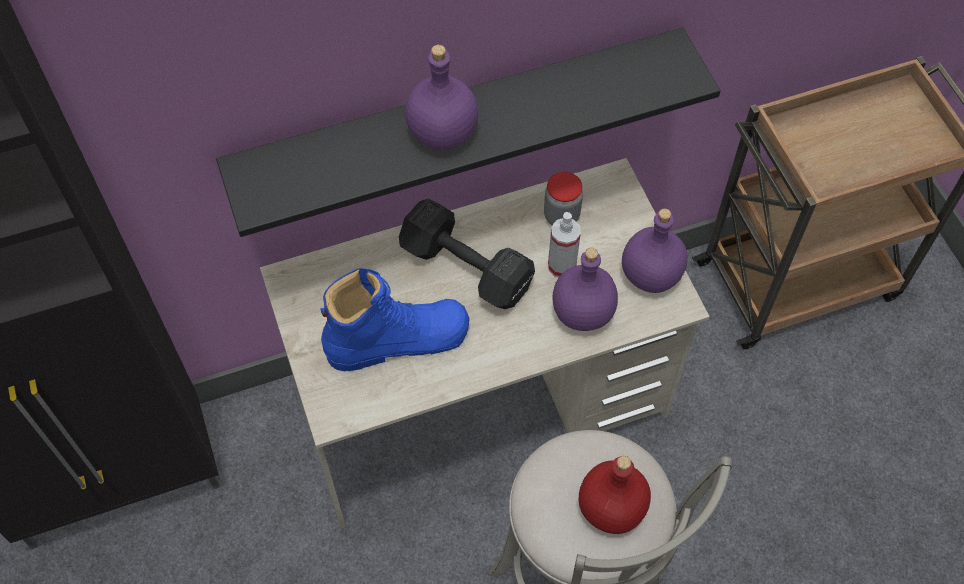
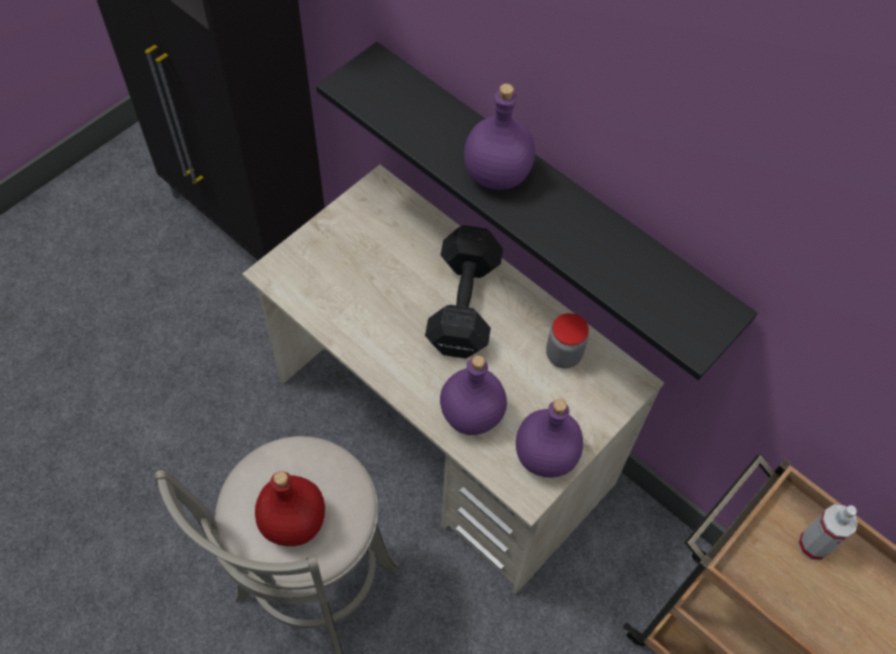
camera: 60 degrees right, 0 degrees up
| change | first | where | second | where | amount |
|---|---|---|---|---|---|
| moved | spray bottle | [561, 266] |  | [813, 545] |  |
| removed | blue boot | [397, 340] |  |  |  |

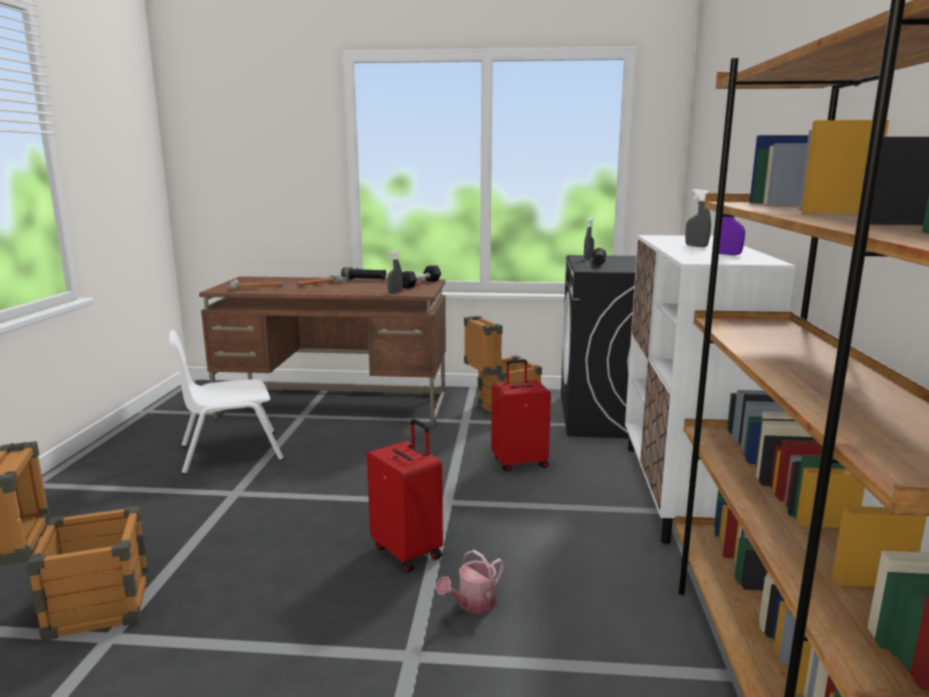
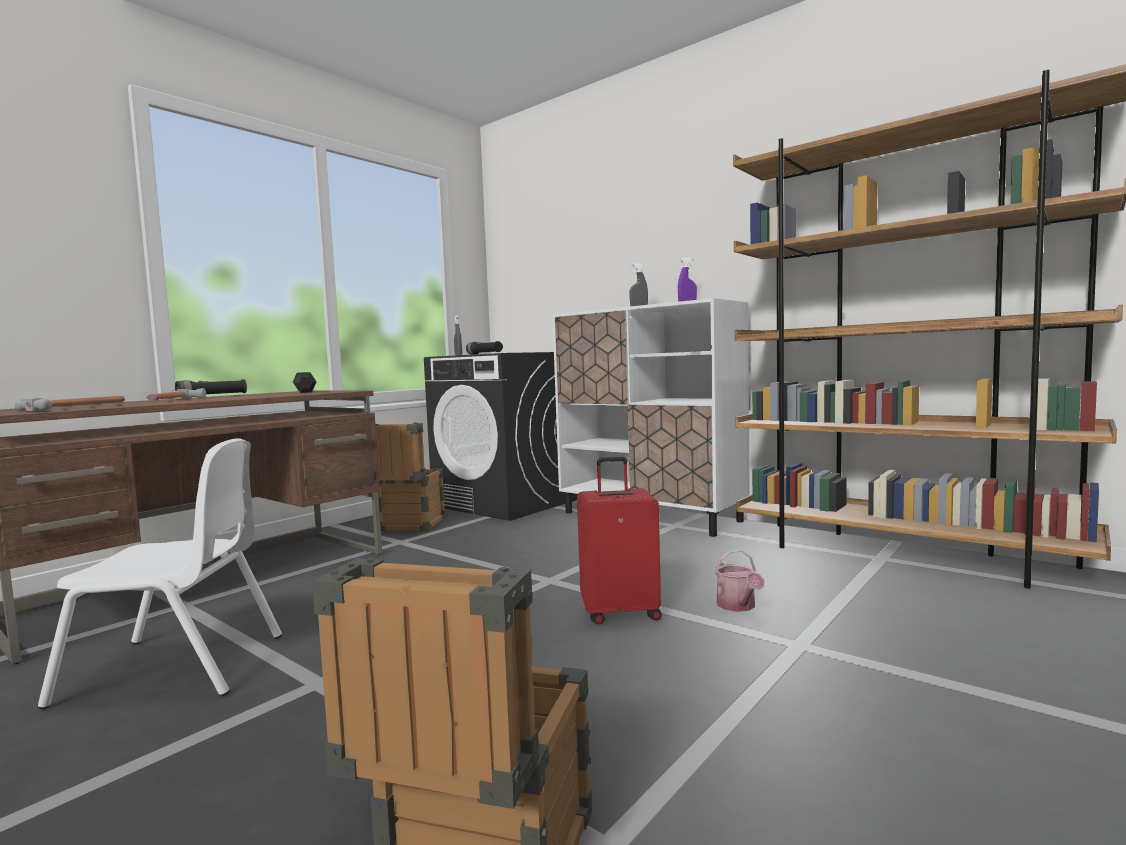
camera: 55 degrees left, 10 degrees down
| change | first | where | second | where | amount |
|---|---|---|---|---|---|
| turned | white chair | [230, 452] |  | [175, 668] | 105 degrees counterclockwise |
| removed | grey spray bottle | [395, 292] |  |  |  |
| removed | red suitcase | [519, 463] |  |  |  |

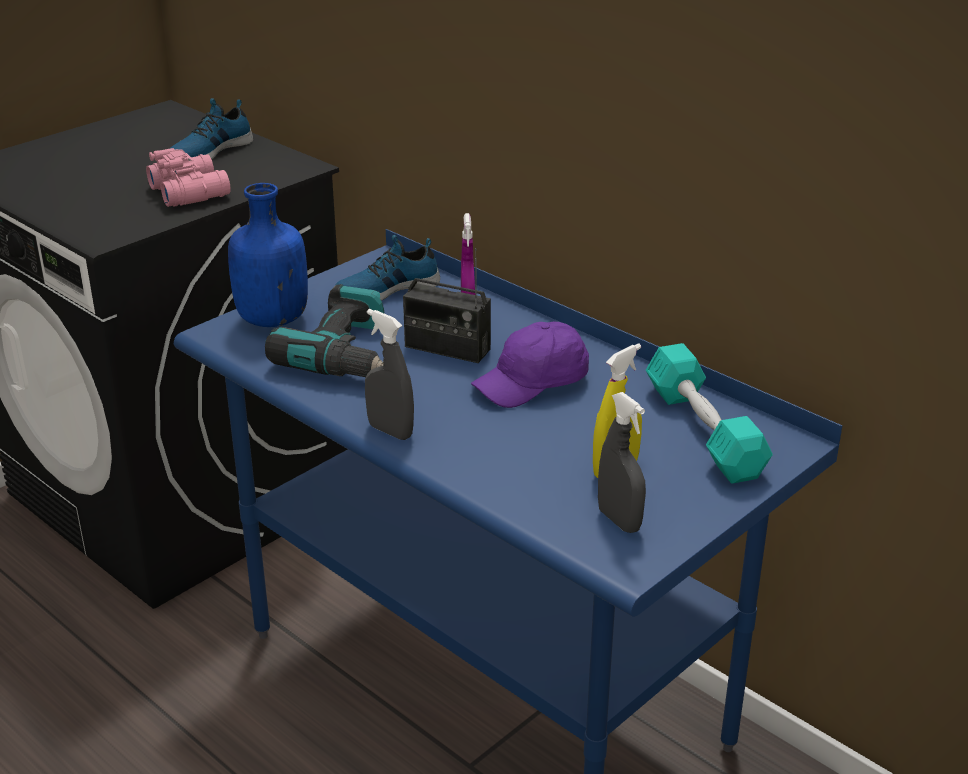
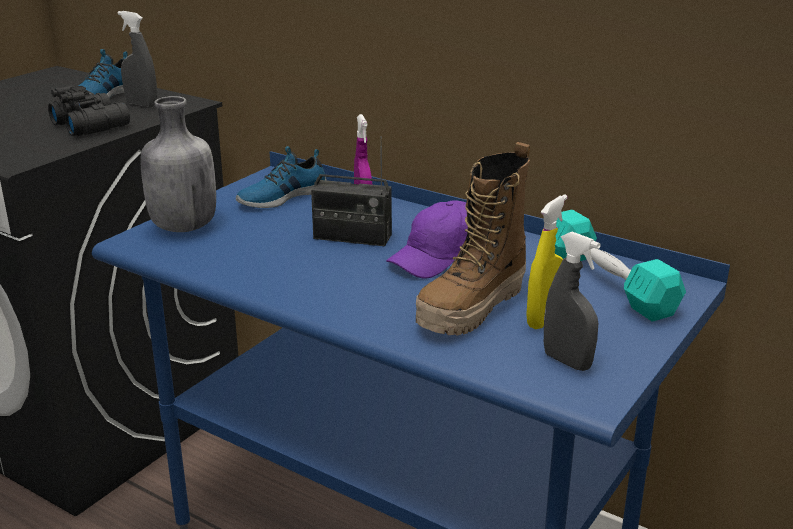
camera: 10 degrees left, 5 degrees down
| change | first | where | second | where | amount |
|---|---|---|---|---|---|
| recoloured | pink binoculars | [191, 191] | black binoculars | [91, 125] |  |
| moved | grey spray bottle | [390, 431] |  | [142, 104] |  |
| recoloured | blue bottle | [271, 319] | grey bottle | [182, 227] |  |
| added |  |  | boot | [472, 309] |  |
| removed | power drill | [345, 354] |  |  |  |

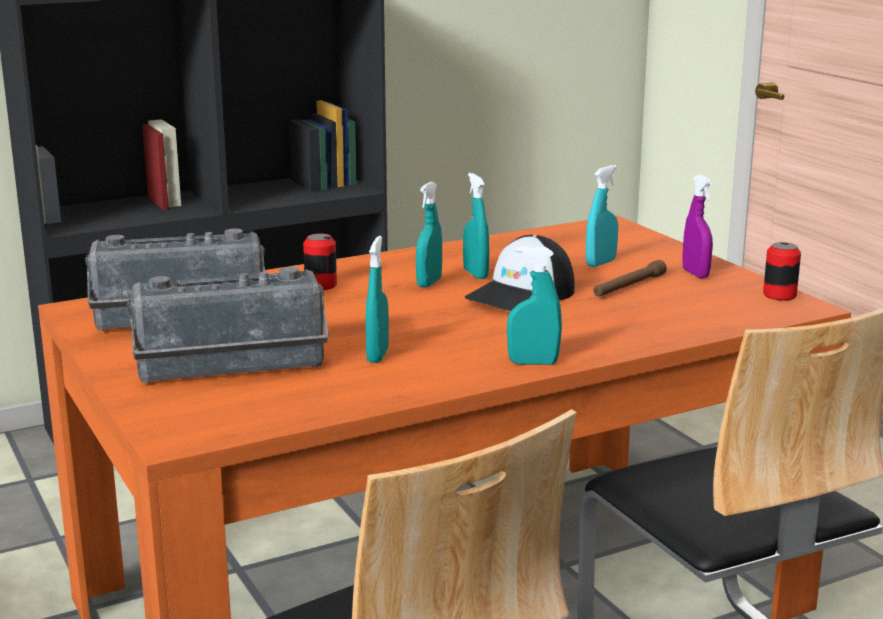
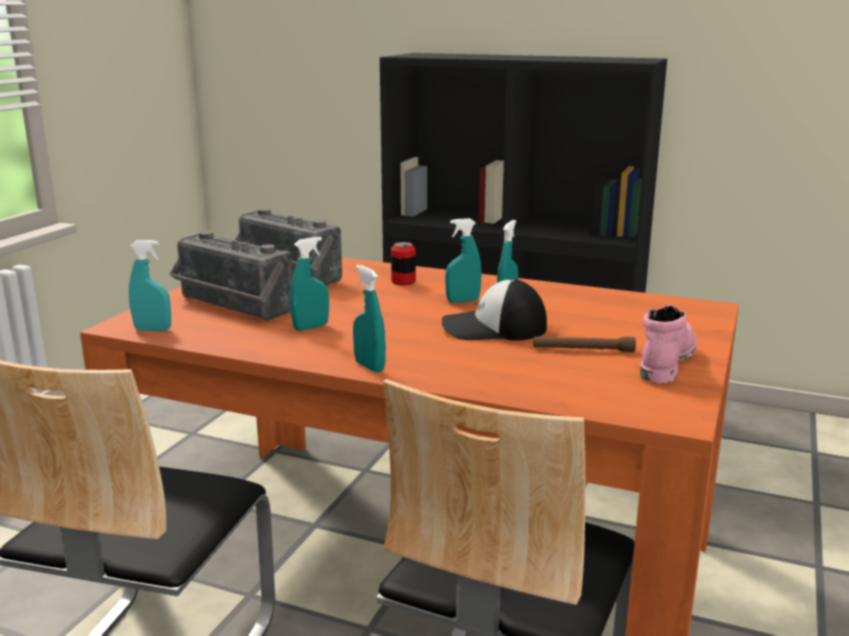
camera: 50 degrees right, 0 degrees up
| change | first | where | second | where | amount |
|---|---|---|---|---|---|
| moved | turquoise spray bottle | [600, 263] |  | [153, 329] |  |
| replaced | purple spray bottle | [695, 274] | pink boot | [665, 361] |  |
| removed | can | [779, 295] |  |  |  |

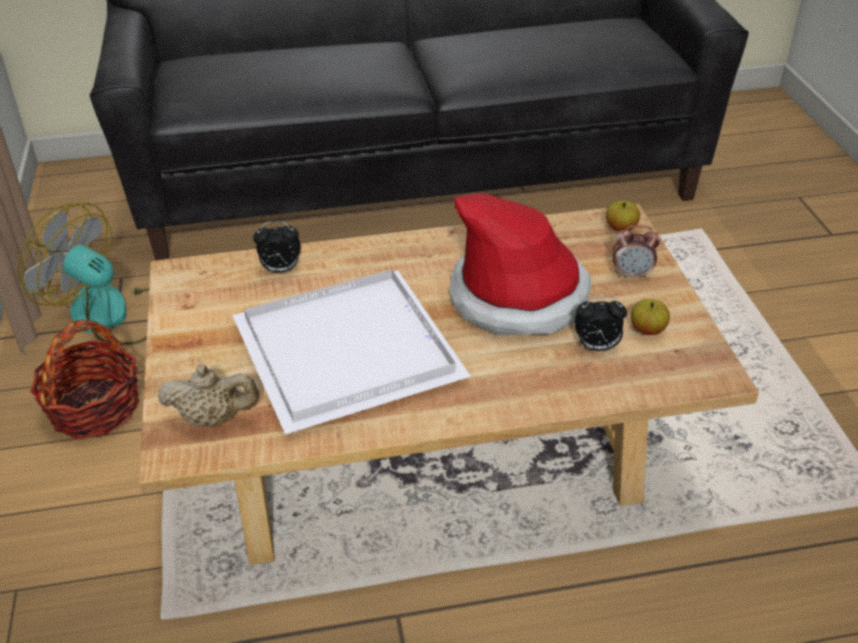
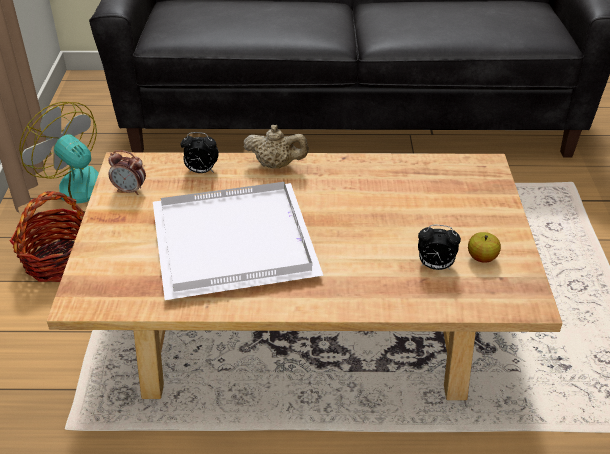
camera: 10 degrees right, 0 degrees up
| change | first | where | second | where | amount |
|---|---|---|---|---|---|
| moved | alarm clock | [632, 274] |  | [130, 190] |  |
| moved | beige teapot | [214, 419] |  | [276, 165] |  |
| removed | hat | [519, 296] |  |  |  |
| removed | apple | [621, 228] |  |  |  |

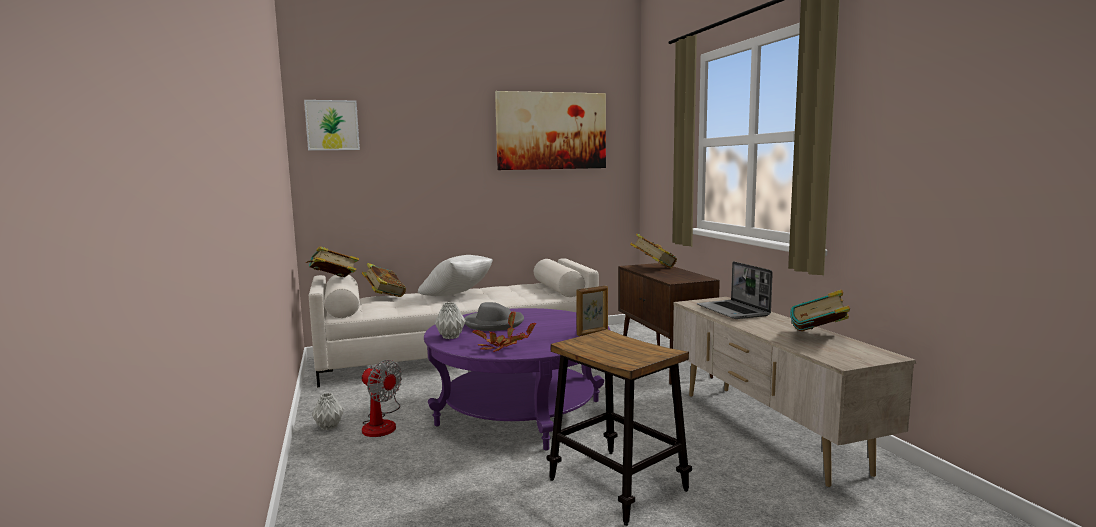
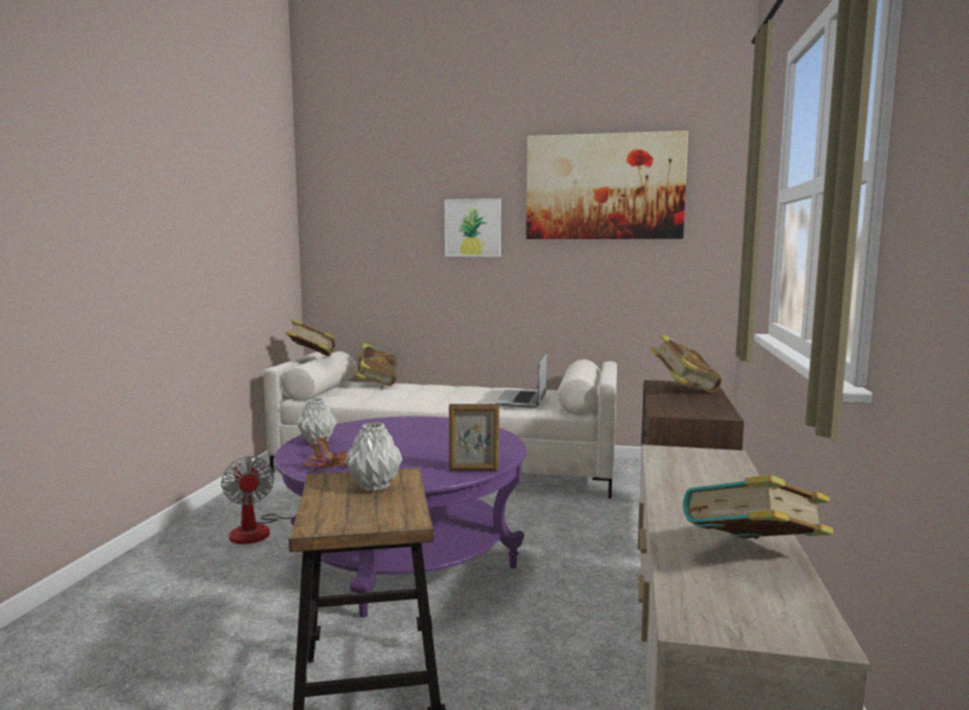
camera: 30 degrees right, 0 degrees up
| change | first | where | second | where | amount |
|---|---|---|---|---|---|
| moved | grey vase | [329, 427] |  | [376, 486] |  |
| moved | picture | [332, 125] |  | [473, 228] |  |
| moved | laptop | [733, 311] |  | [522, 400] |  |
| removed | white pillow | [457, 296] |  |  |  |
| removed | grey hat | [494, 323] |  |  |  |

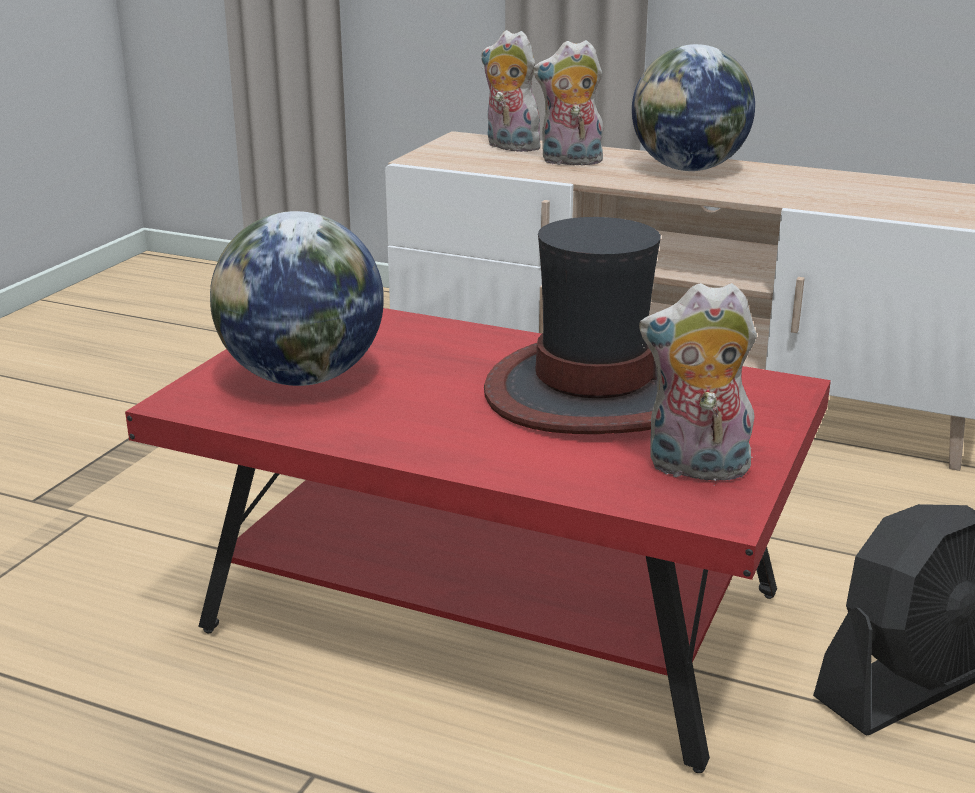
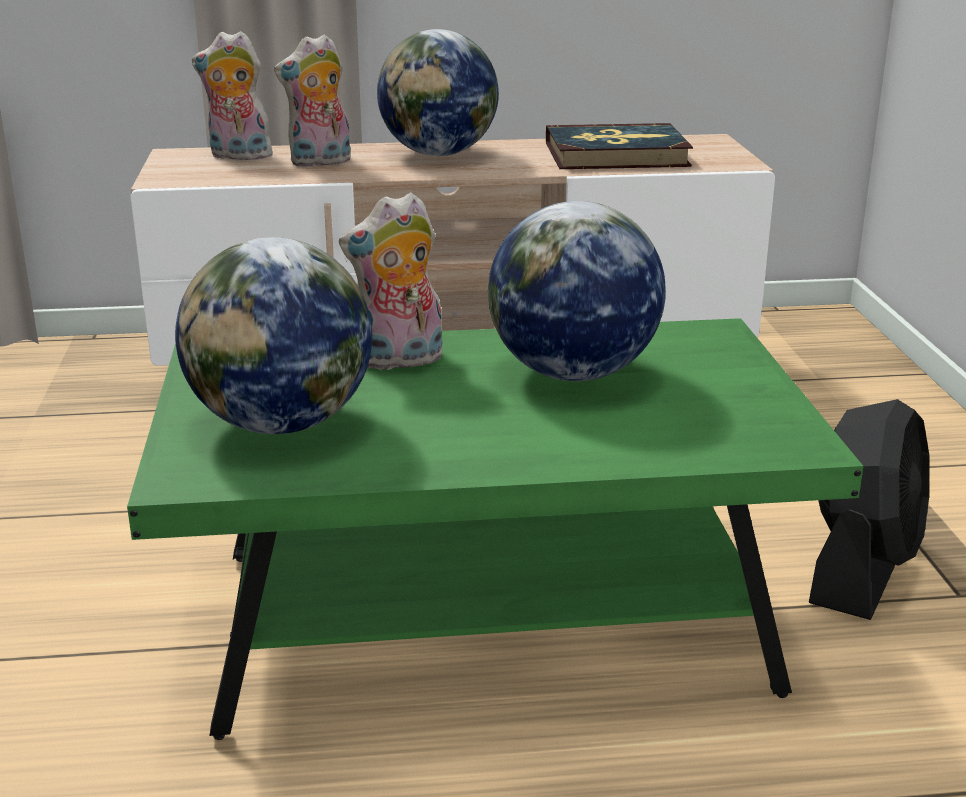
camera: 30 degrees left, 0 degrees up
| change | first | where | second | where | amount |
|---|---|---|---|---|---|
| recoloured | red coffee table | [491, 614] | green coffee table | [486, 623] |  |
| moved | plush toy | [695, 469] |  | [399, 361] |  |
| replaced | hat | [591, 393] | globe | [572, 373] |  |
| added |  |  | book | [616, 154] |  |

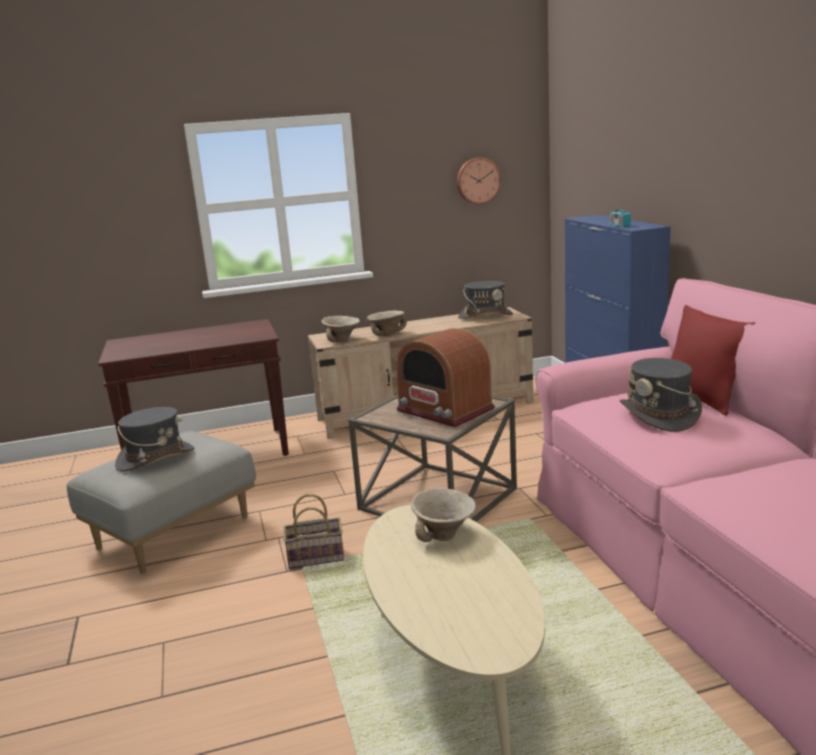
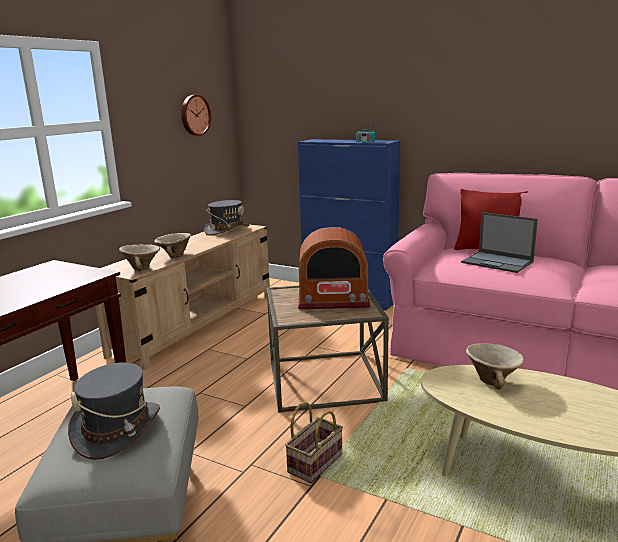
camera: 45 degrees left, 0 degrees up
| change | first | where | second | where | amount |
|---|---|---|---|---|---|
| replaced | grey hat | [659, 415] | laptop | [498, 262] |  |

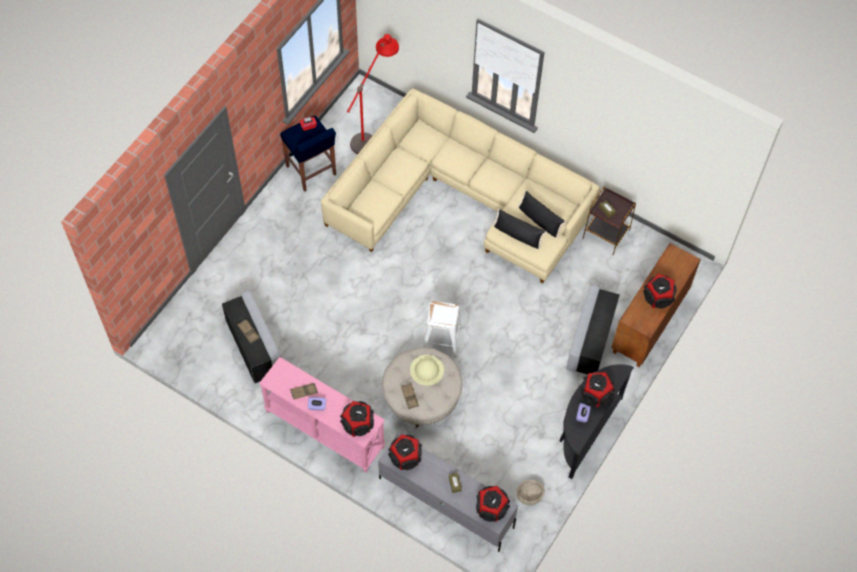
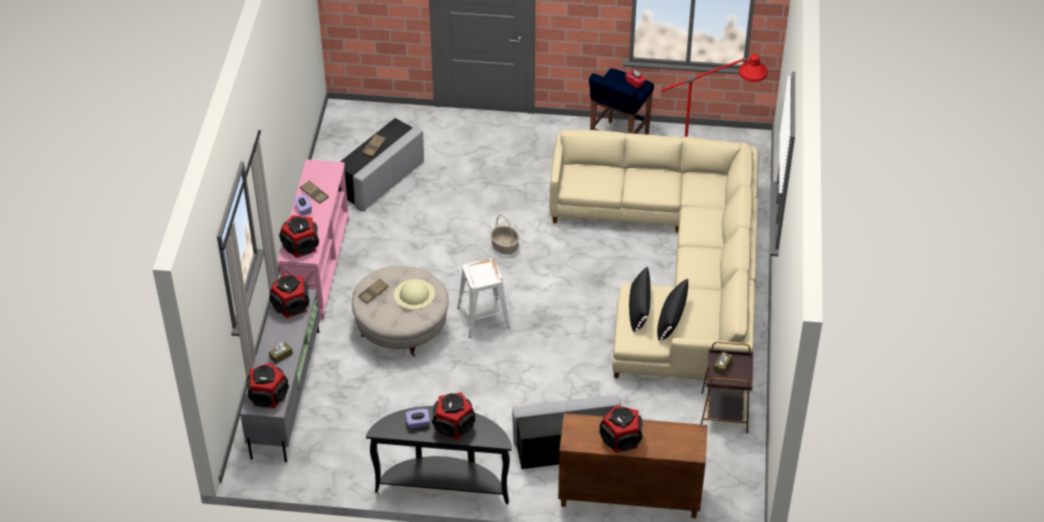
camera: 65 degrees right, 15 degrees down
| change | first | where | second | where | amount |
|---|---|---|---|---|---|
| moved | basket | [529, 496] |  | [504, 246] |  |

